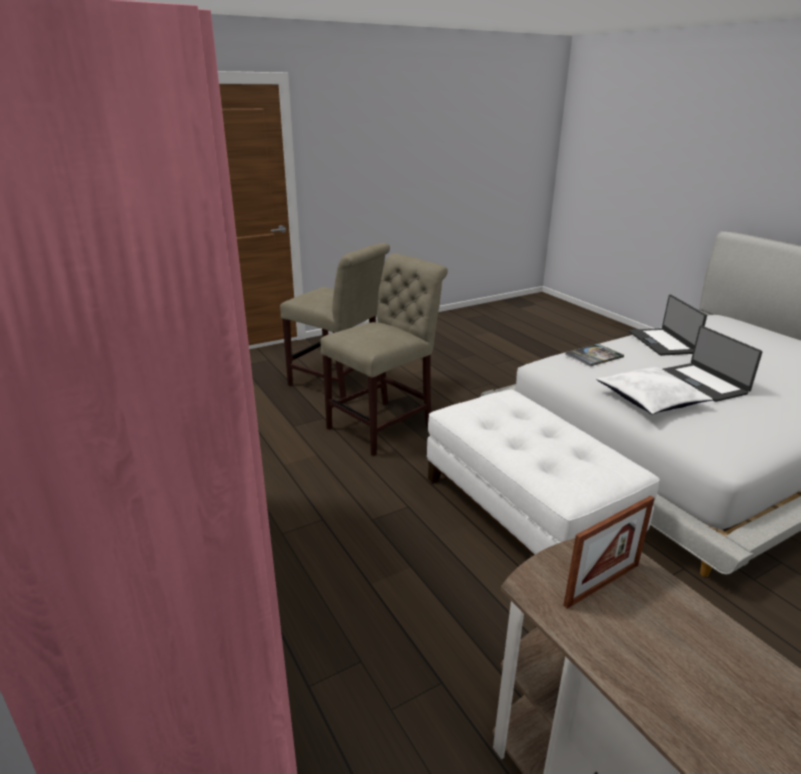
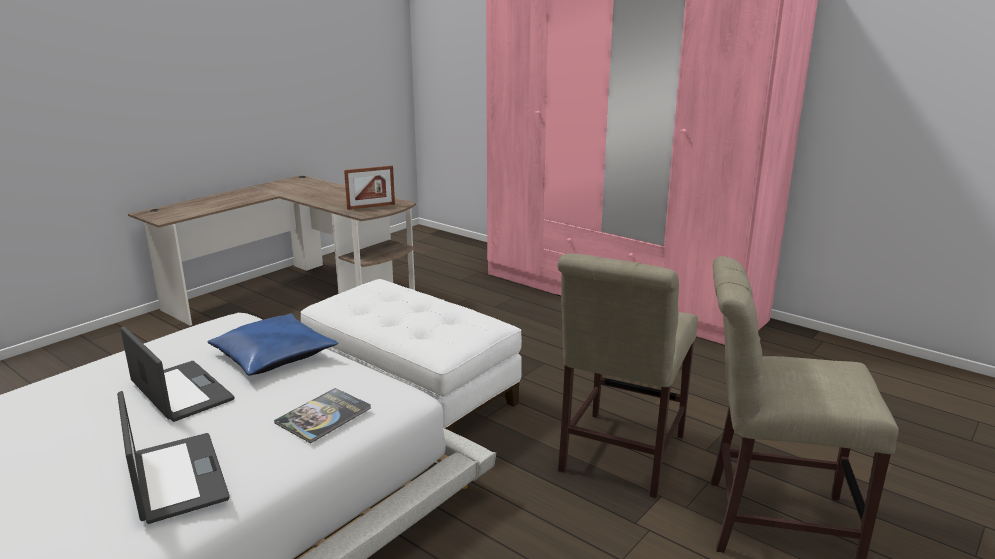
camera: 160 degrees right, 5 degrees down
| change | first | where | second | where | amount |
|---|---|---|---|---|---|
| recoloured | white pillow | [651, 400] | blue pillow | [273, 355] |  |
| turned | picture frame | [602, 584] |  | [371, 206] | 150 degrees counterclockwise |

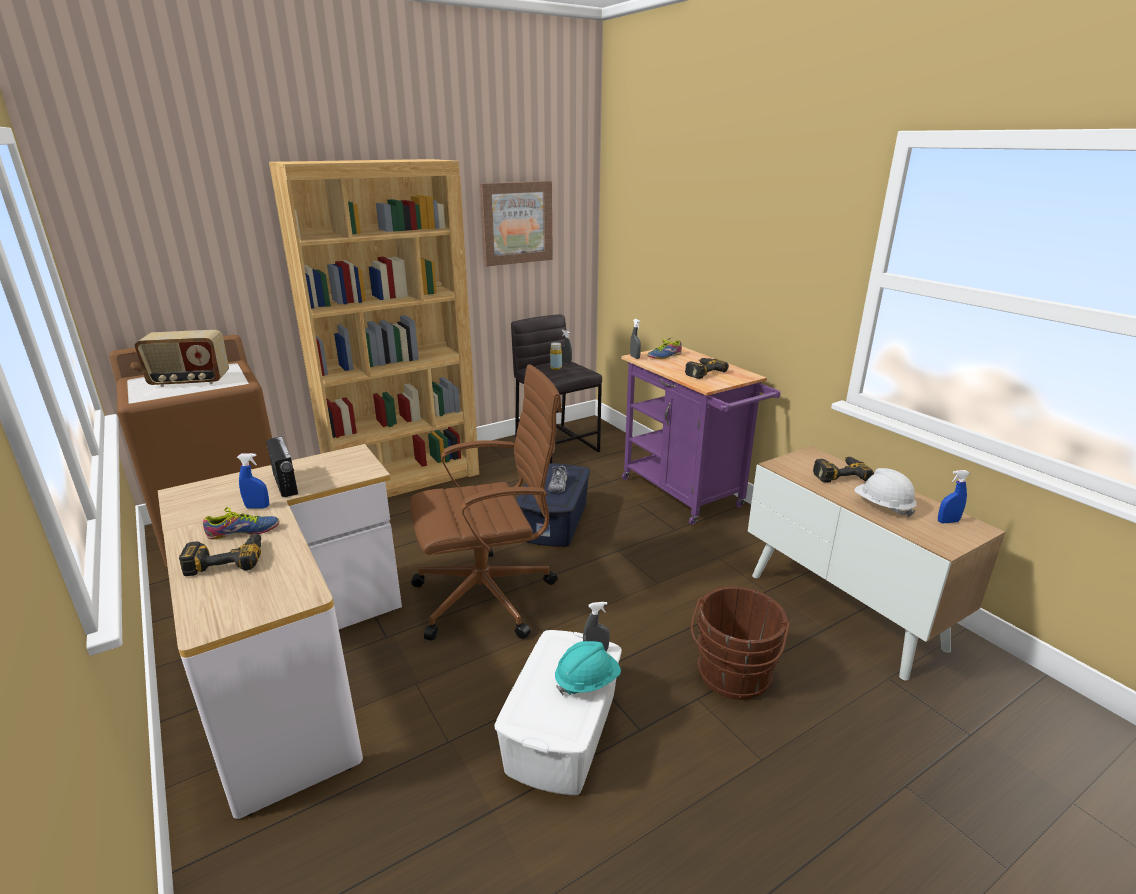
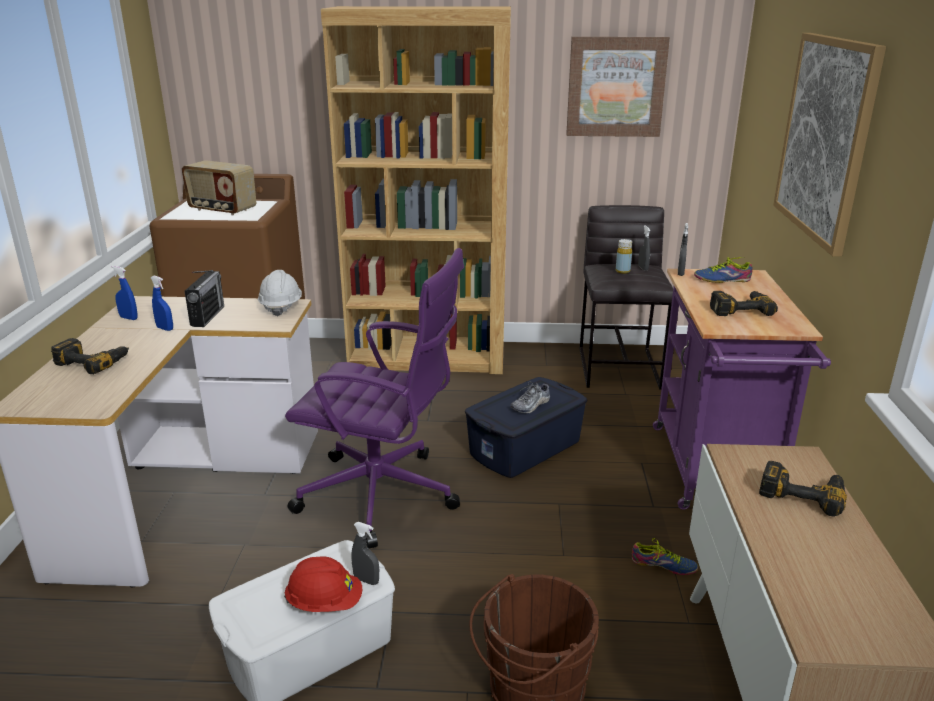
camera: 35 degrees right, 0 degrees up
| change | first | where | second | where | amount |
|---|---|---|---|---|---|
| moved | blue spray bottle | [947, 521] |  | [128, 318] |  |
| moved | white hard hat | [882, 506] |  | [281, 307] |  |
| recoloured | turquoise hard hat | [587, 681] | red hard hat | [325, 603] |  |
| recoloured | brown office chair | [489, 596] | purple office chair | [382, 496] |  |
| moved | shoe | [243, 533] |  | [663, 567] |  |
| added |  |  | picture | [825, 138] |  |

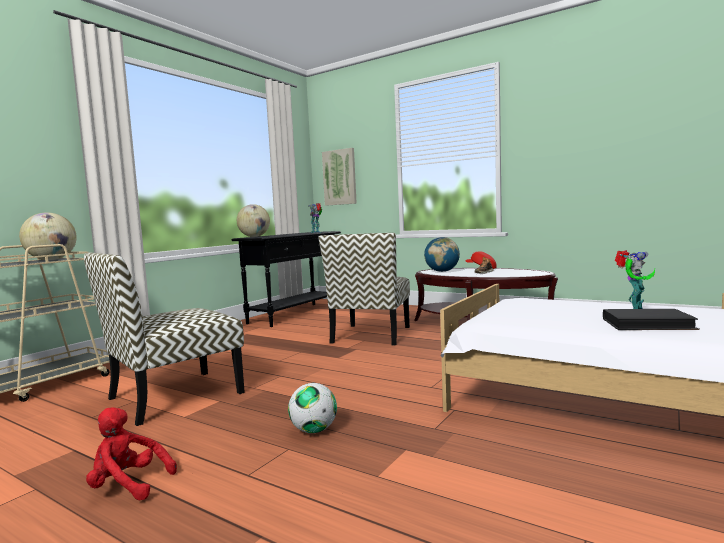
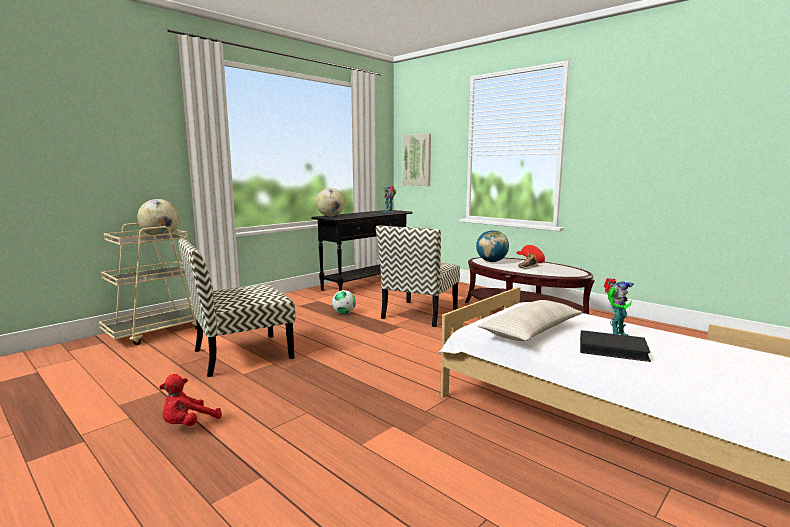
camera: 10 degrees right, 5 degrees up
| change | first | where | second | where | amount |
|---|---|---|---|---|---|
| turned | red plush toy | [128, 485] |  | [188, 424] | 75 degrees counterclockwise |
| moved | football | [314, 430] |  | [344, 313] |  |
| added |  |  | beige pillow | [531, 331] |  |

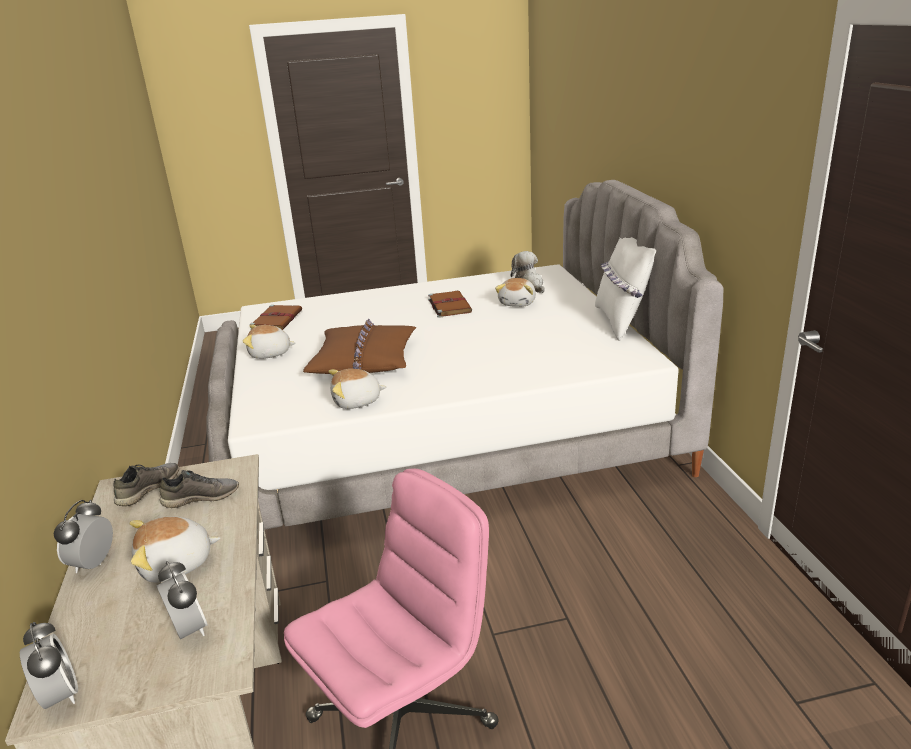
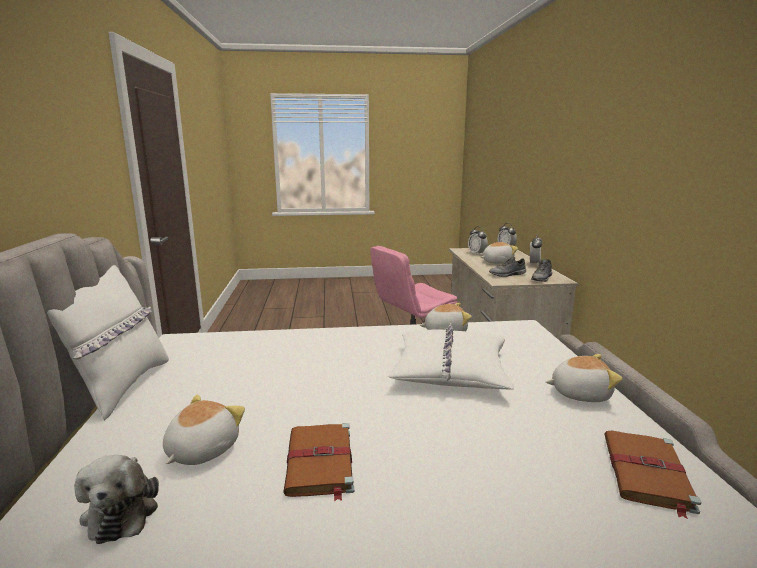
camera: 175 degrees left, 10 degrees down
| change | first | where | second | where | amount |
|---|---|---|---|---|---|
| recoloured | brown pillow | [364, 360] | white pillow | [450, 370] |  |

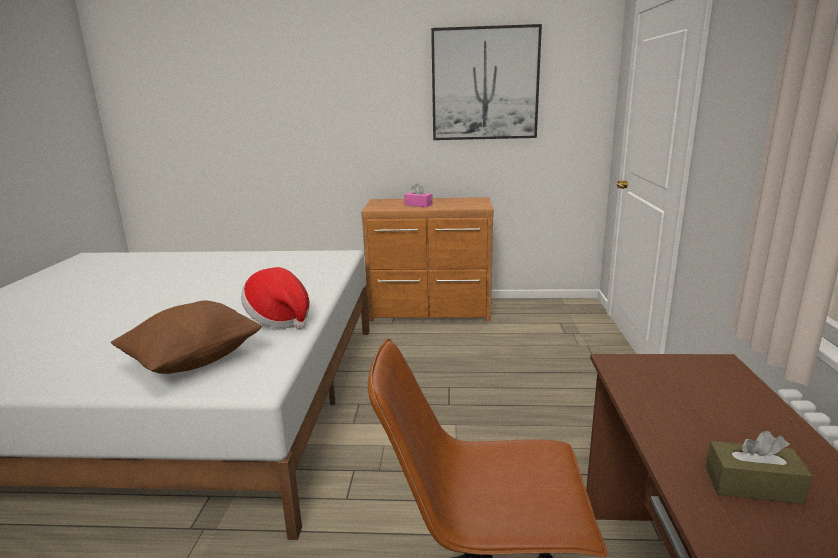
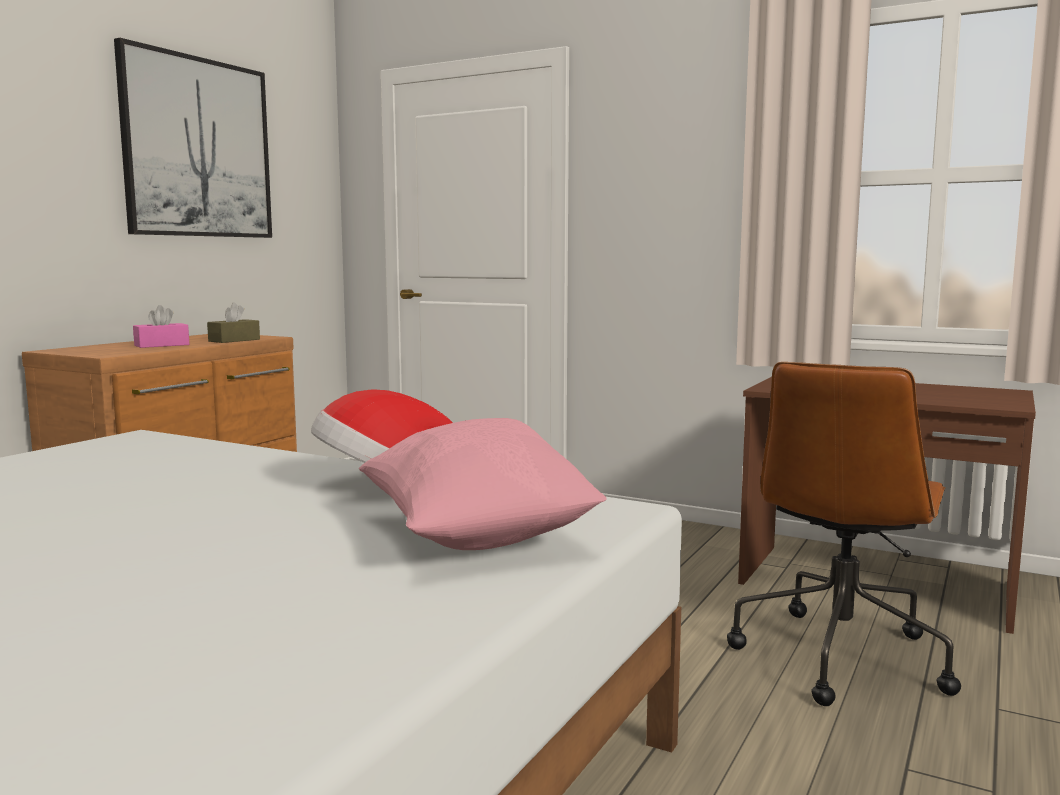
camera: 65 degrees left, 10 degrees down
| change | first | where | second | where | amount |
|---|---|---|---|---|---|
| moved | brown tissue box | [752, 485] |  | [234, 340] |  |
| recoloured | brown pillow | [193, 360] | pink pillow | [476, 536] |  |

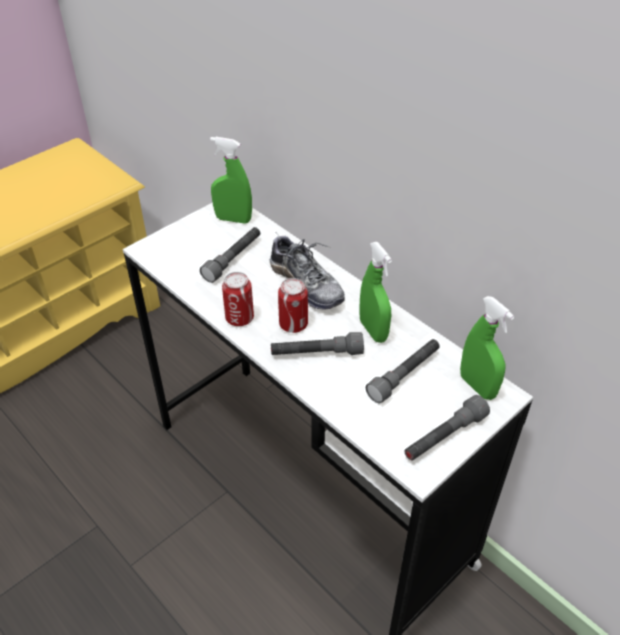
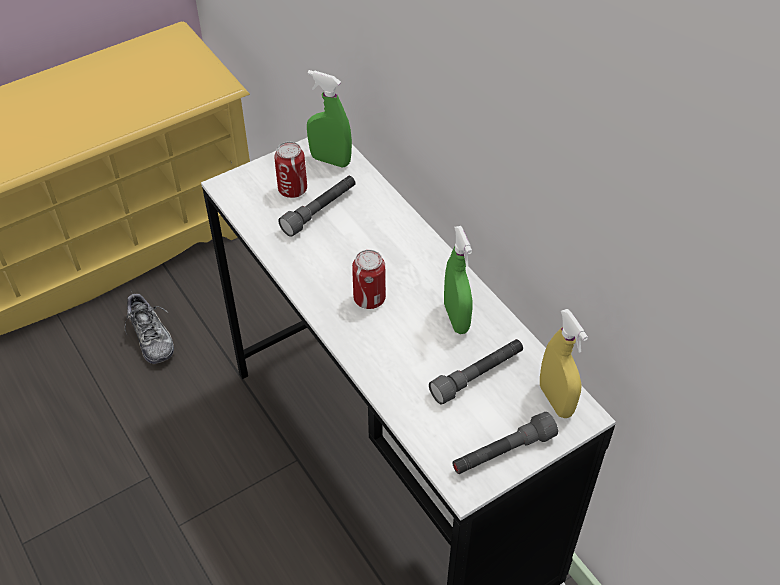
camera: 10 degrees right, 5 degrees up
| change | first | where | second | where | amount |
|---|---|---|---|---|---|
| moved | shoe | [306, 284] |  | [151, 336] |  |
| moved | can | [239, 318] |  | [292, 189] |  |
| recoloured | green spray bottle | [477, 386] | yellow spray bottle | [555, 400] |  |
| removed | grey flashlight | [316, 353] |  |  |  |

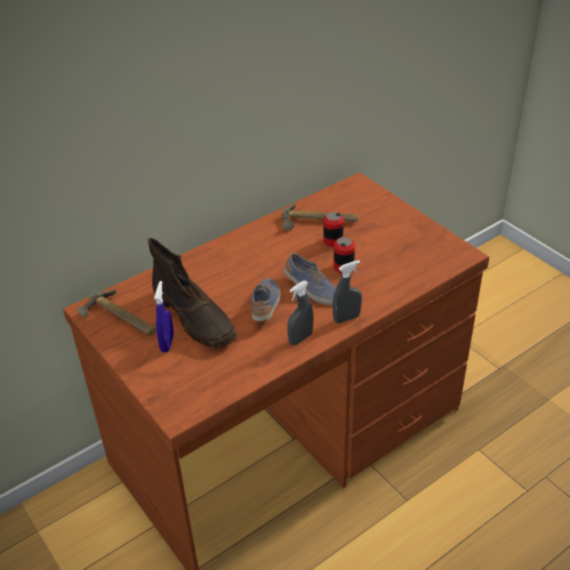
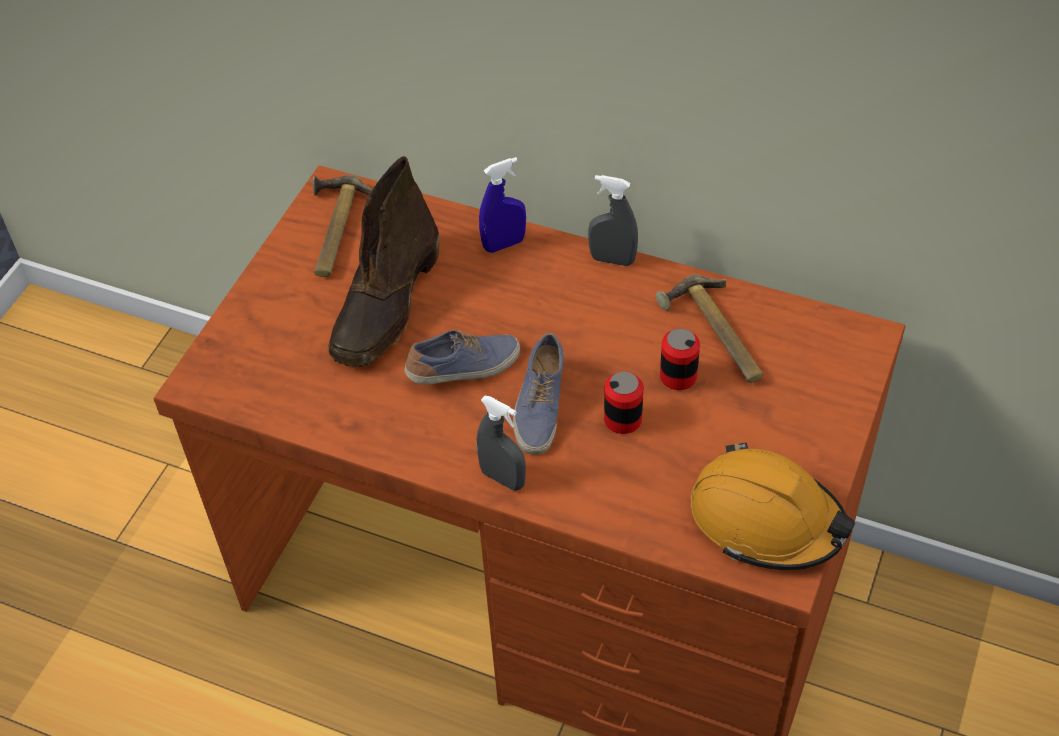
camera: 60 degrees right, 10 degrees up
| change | first | where | second | where | amount |
|---|---|---|---|---|---|
| moved | blue spray bottle | [167, 343] |  | [504, 244] |  |
| moved | grey spray bottle | [300, 338] |  | [612, 260] |  |
| added |  |  | orange hard hat | [766, 520] |  |

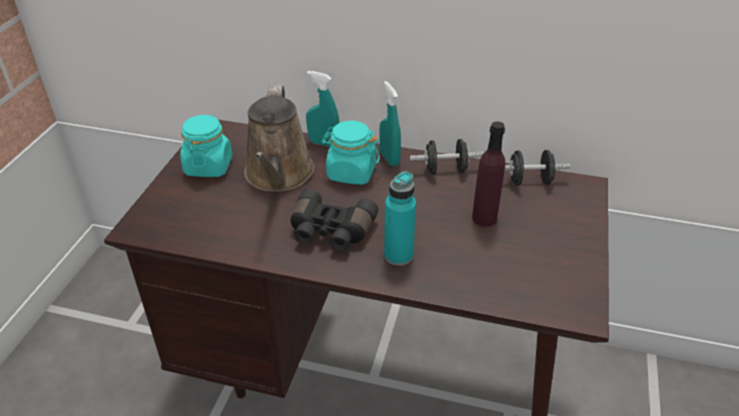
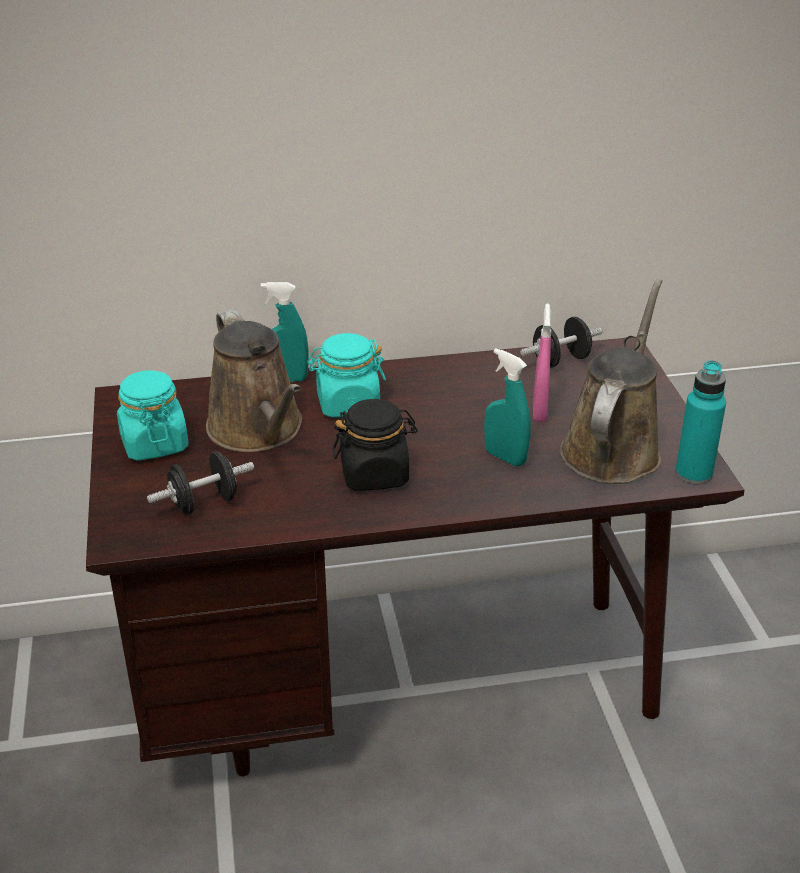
camera: 25 degrees left, 5 degrees down
| change | first | where | second | where | amount |
|---|---|---|---|---|---|
| moved | black dumbbell | [445, 170] |  | [204, 503] |  |
| replaced | black binoculars | [330, 232] | black jar | [375, 474] |  |
| moved | turquoise spray bottle | [389, 158] |  | [505, 457] |  |
| replaced | purple bottle | [484, 218] | pink spray bottle | [539, 411] |  |
| added |  |  | brown watering can | [613, 448] |  |
| moved | turquoise bottle | [398, 255] |  | [693, 473] |  |

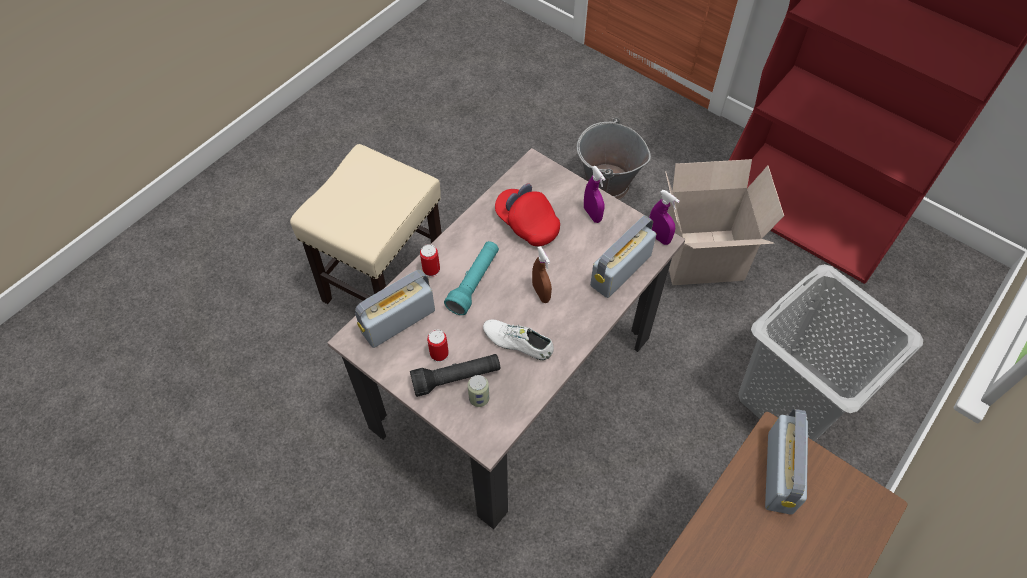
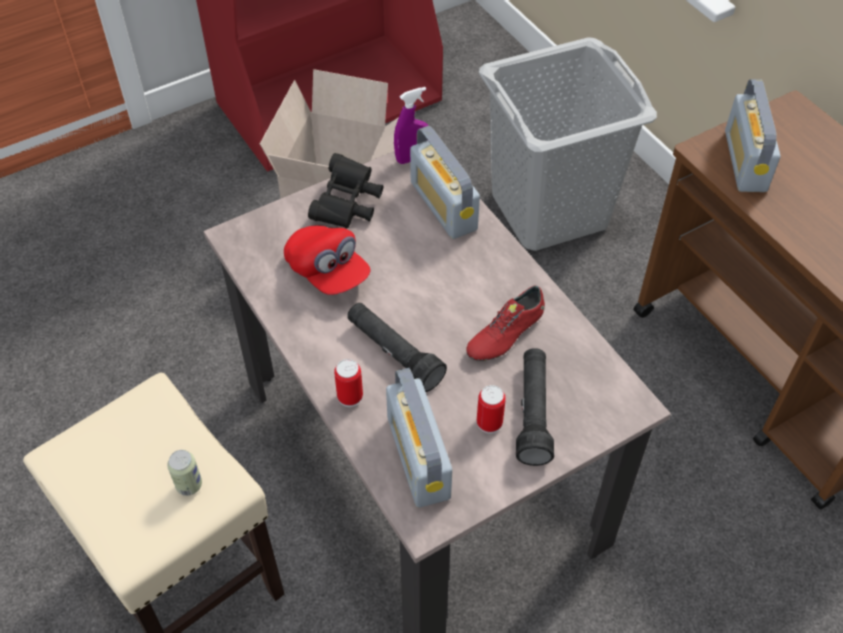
camera: 70 degrees left, 5 degrees down
| change | first | where | second | where | amount |
|---|---|---|---|---|---|
| moved | can | [479, 399] |  | [189, 485] |  |
| turned | red cap | [527, 224] |  | [328, 272] | 105 degrees counterclockwise |
| replaced | purple spray bottle | [592, 214] | black binoculars | [347, 205] |  |
| recoloured | turquoise flashlight | [474, 282] | black flashlight | [394, 354] |  |
| recoloured | white shoe | [517, 343] | red shoe | [505, 334] |  |
| turned | radio | [780, 472] |  | [745, 161] | 120 degrees counterclockwise |
| removed | brown spray bottle | [541, 293] |  |  |  |
| removed | grey bucket | [606, 185] |  |  |  |

